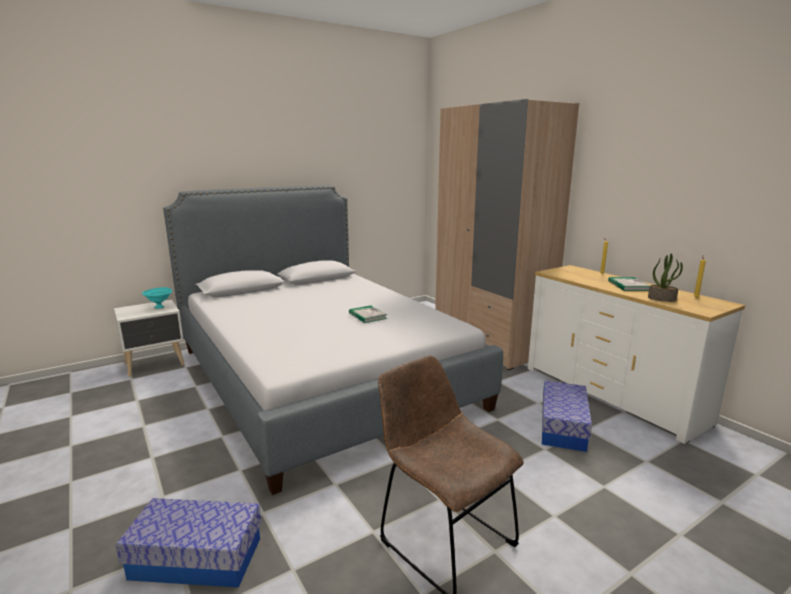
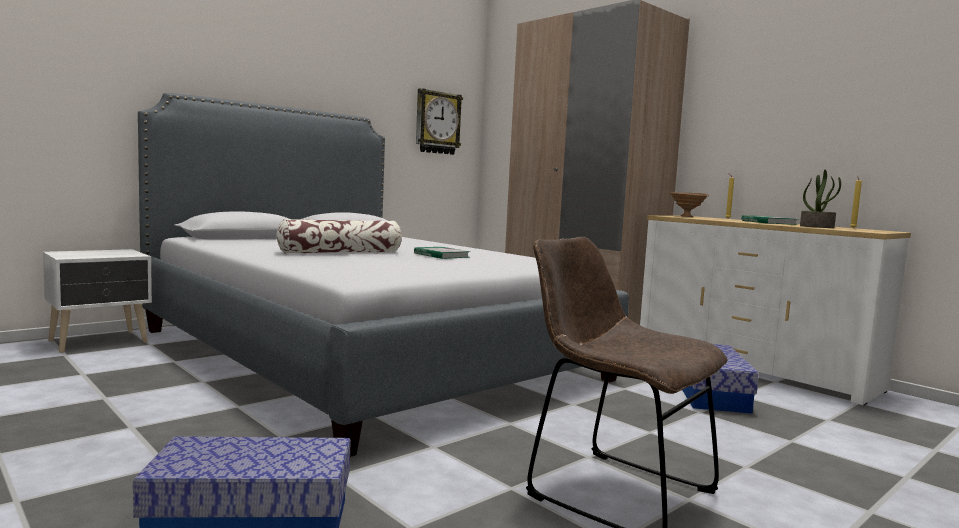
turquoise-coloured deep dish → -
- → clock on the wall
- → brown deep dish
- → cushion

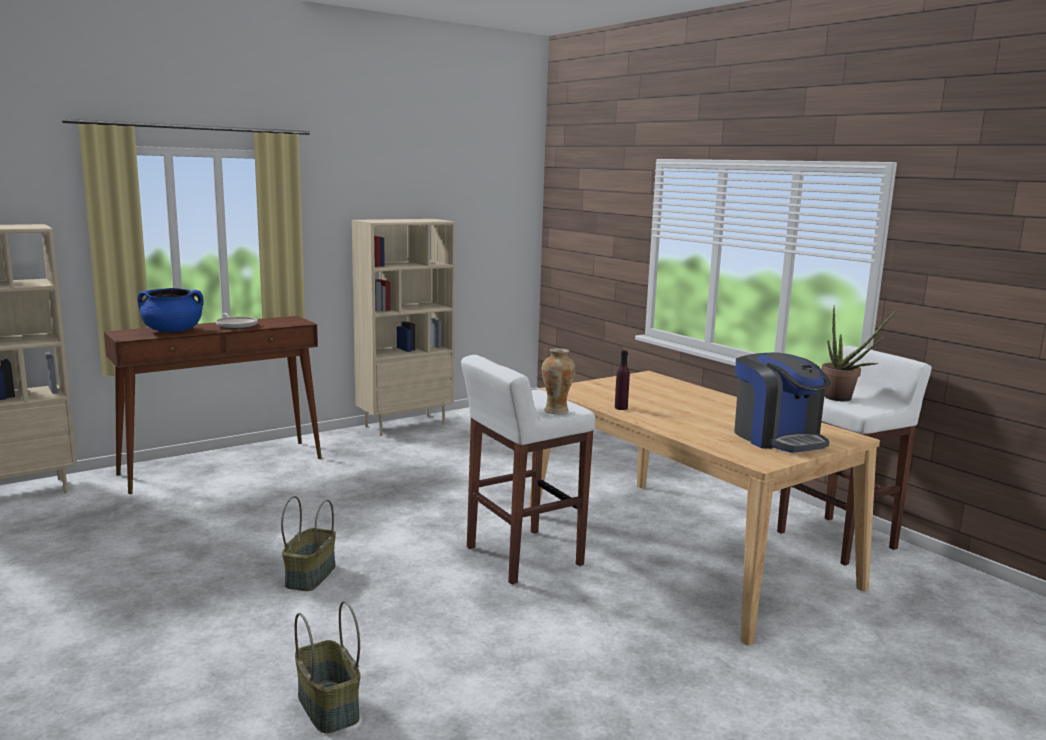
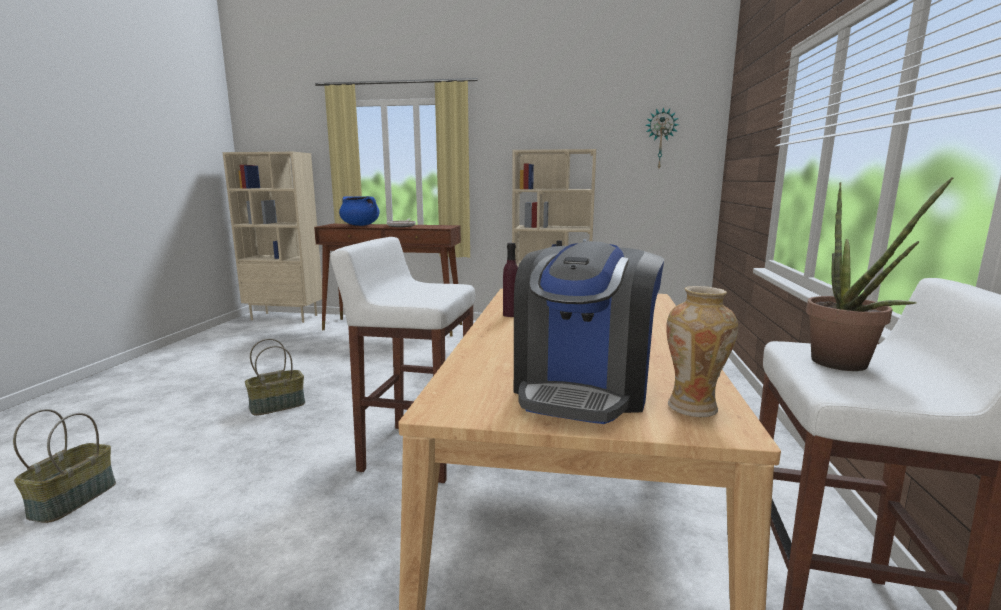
decorative vase, move
- → clock on the wall

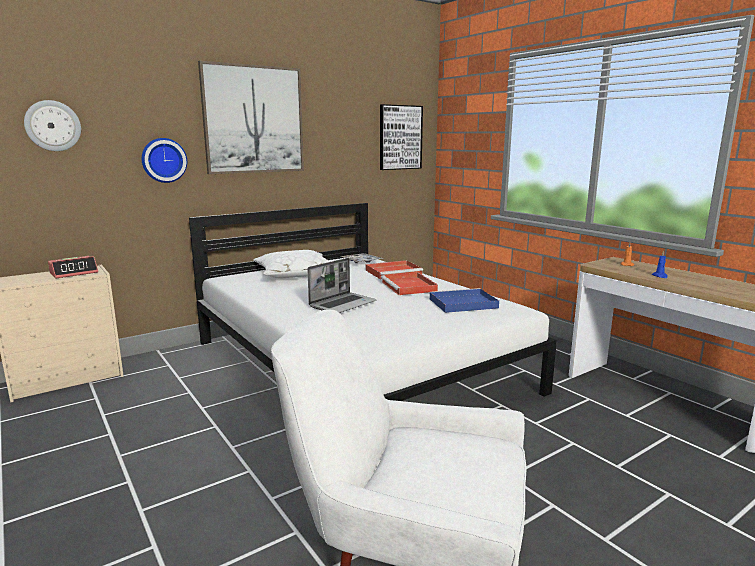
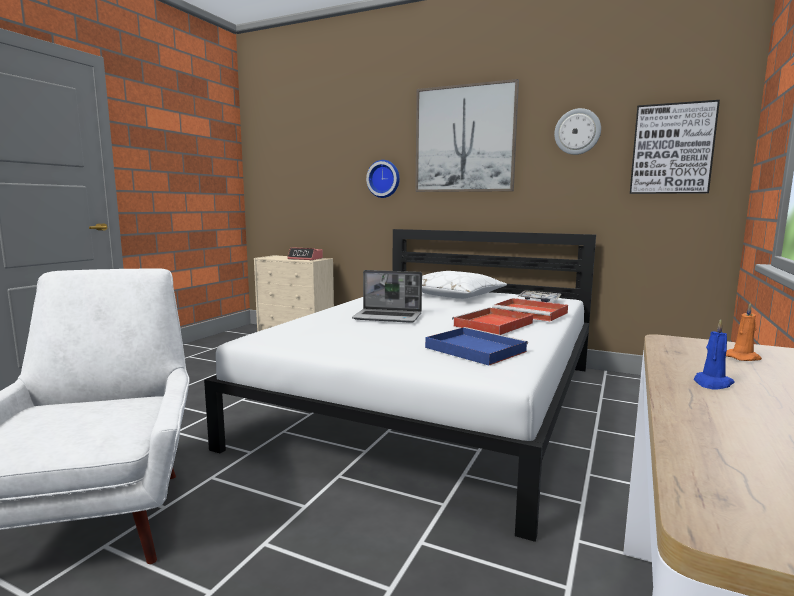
clock on the wall (1st from left in the first image) → clock on the wall (2nd from left), move

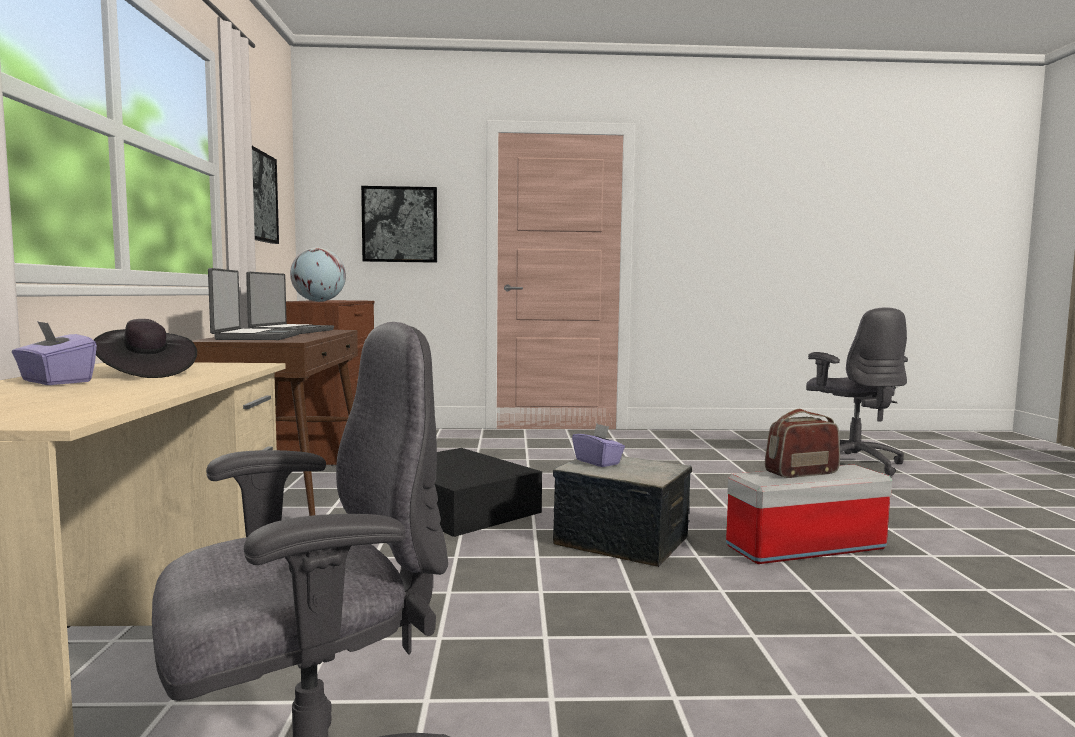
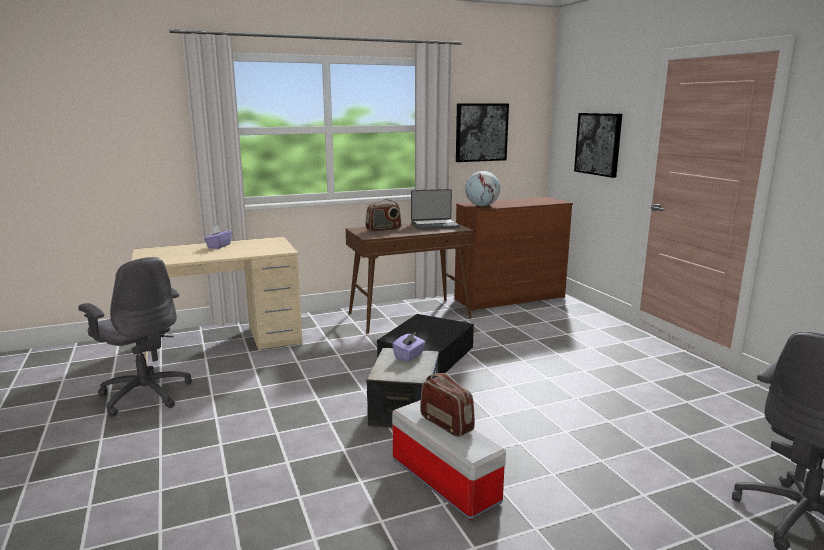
laptop (1st from left) → radio set (1st from left)
black-coloured clothing hat → -

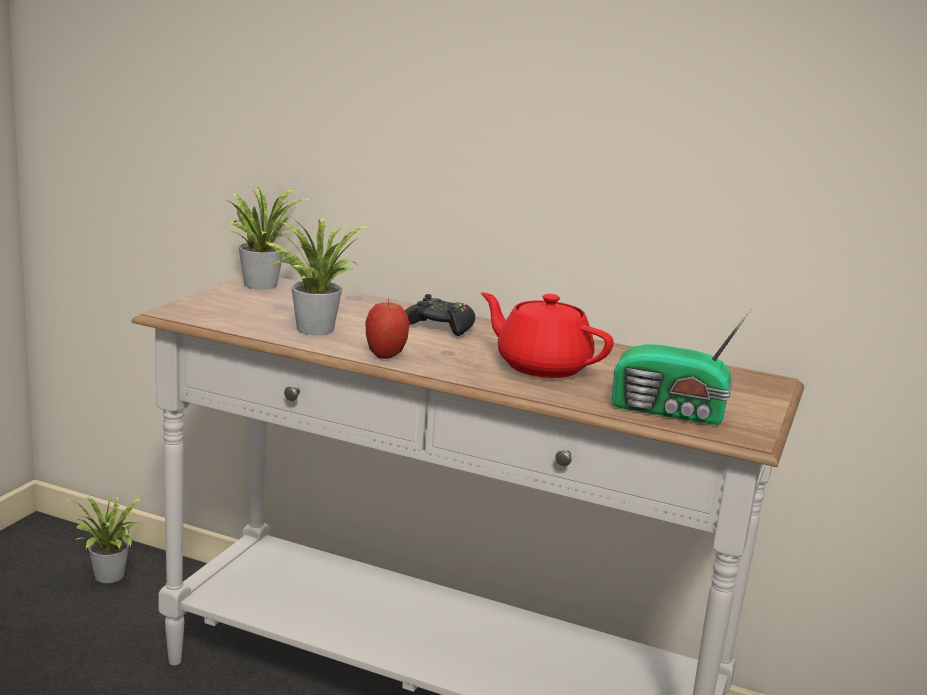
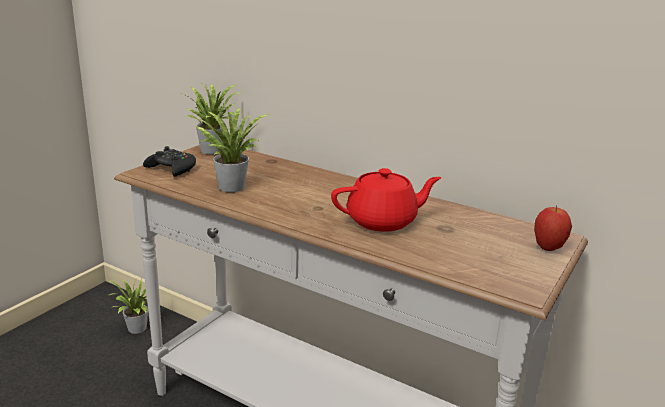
reddish tea pot, 120 degrees clockwise
black-coloured game controller, move
whole apple, move
radio set → -

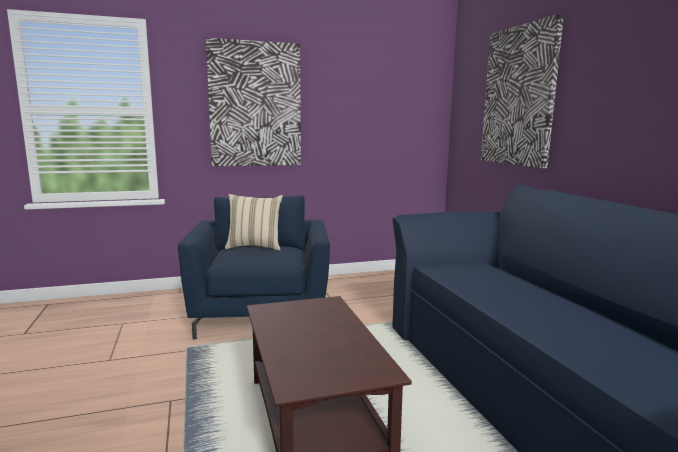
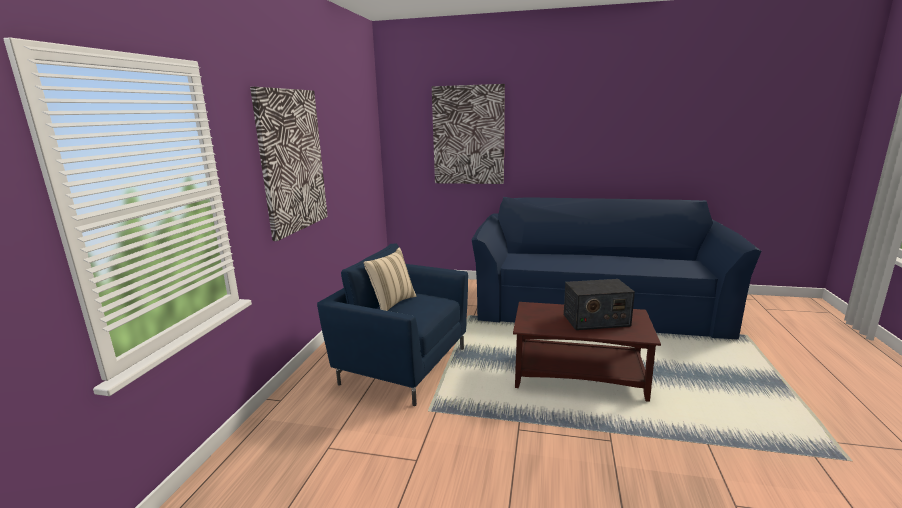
- → radio set

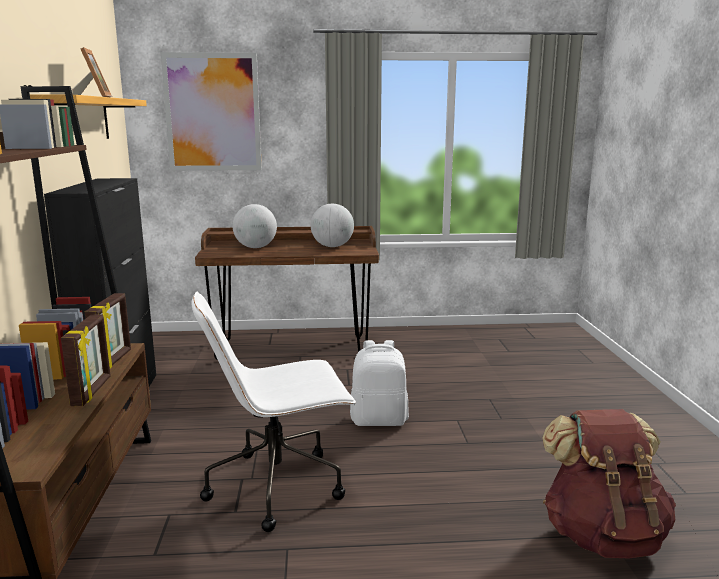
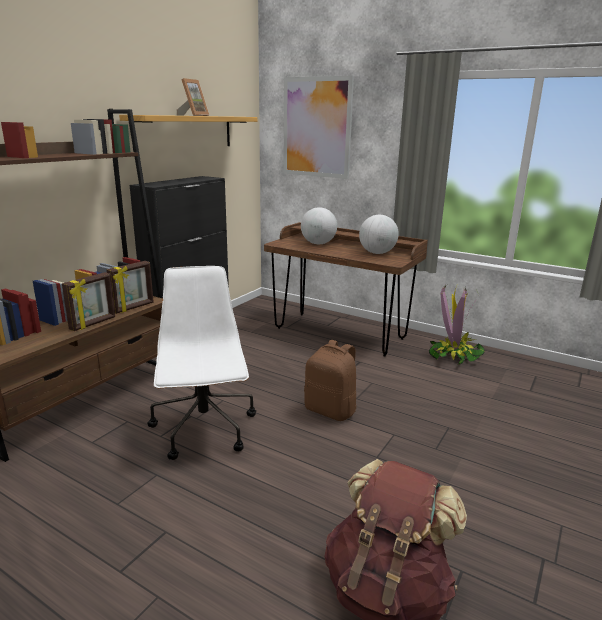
white desk chair, 60 degrees clockwise
white backpack → brown backpack (1st from left)
- → potted plant

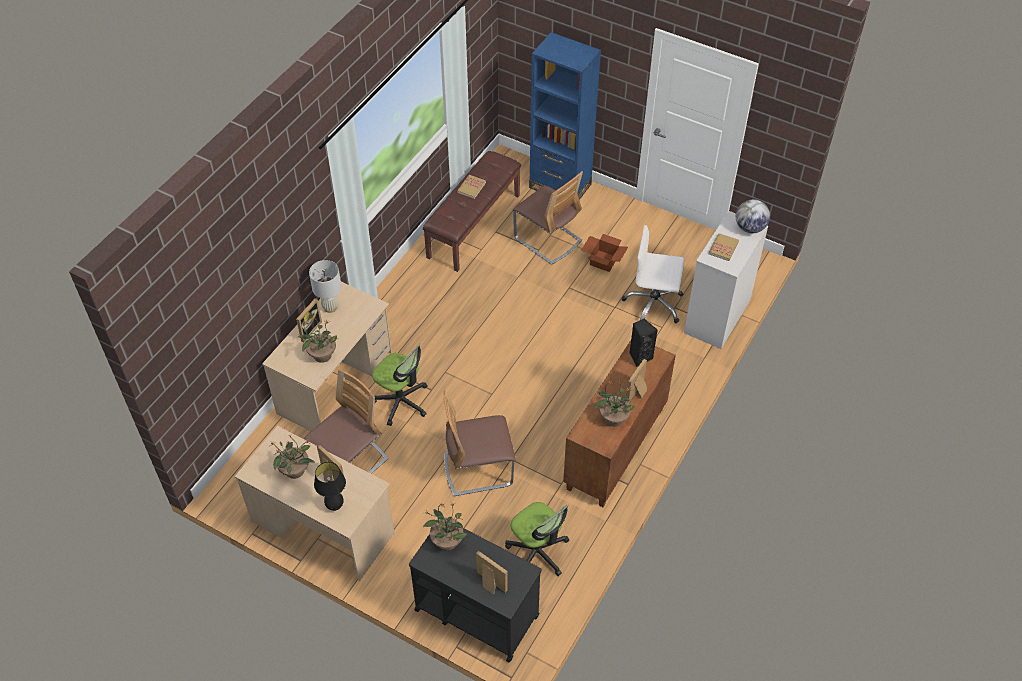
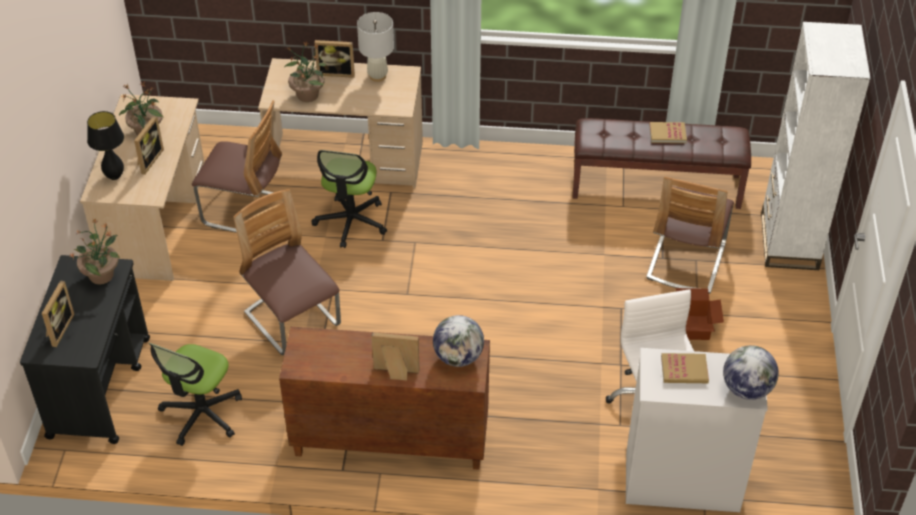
blue bookshelf → white bookshelf
black-coloured audio speaker → globe (1st from left)
potted plant (4th from left) → -

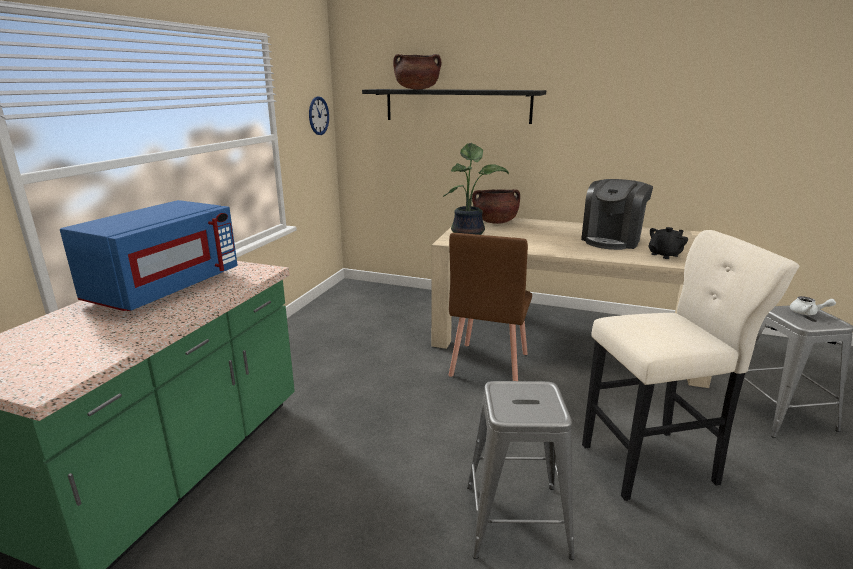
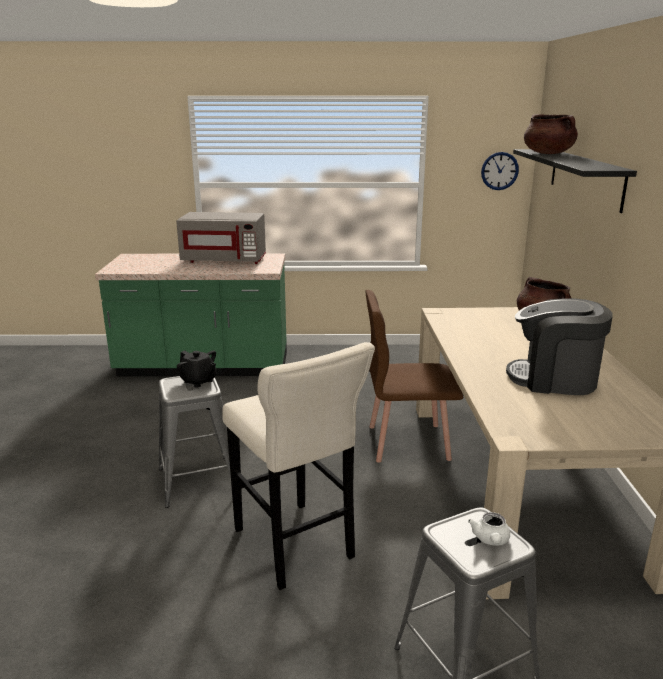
potted plant → -
blue kitchen microwave → greyish kitchen microwave
black-coloured tea pot, move

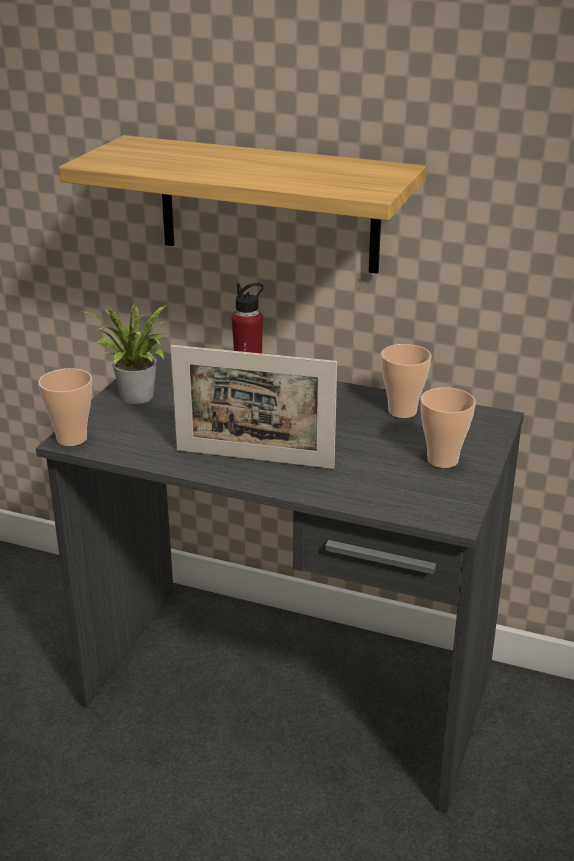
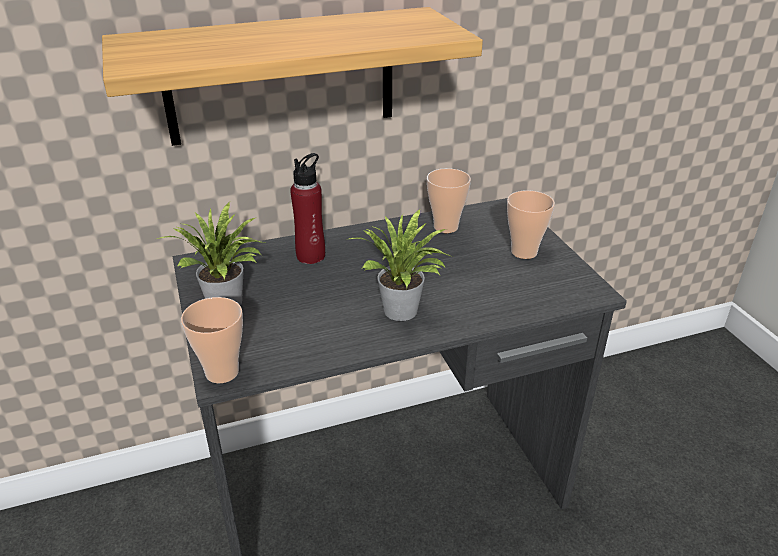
standing frame → potted plant (2nd from left)

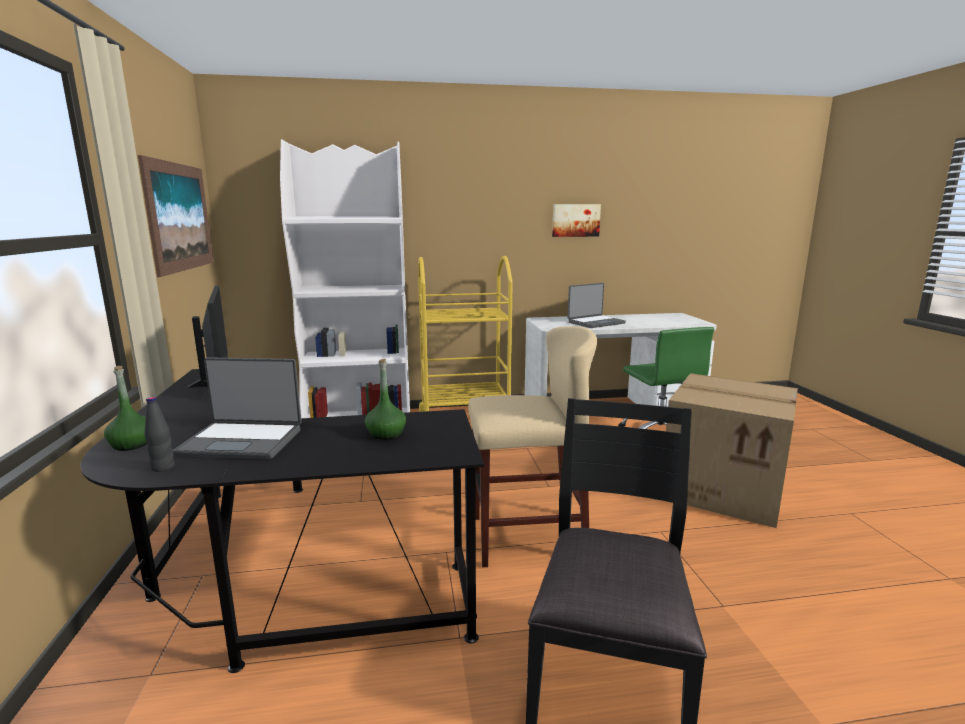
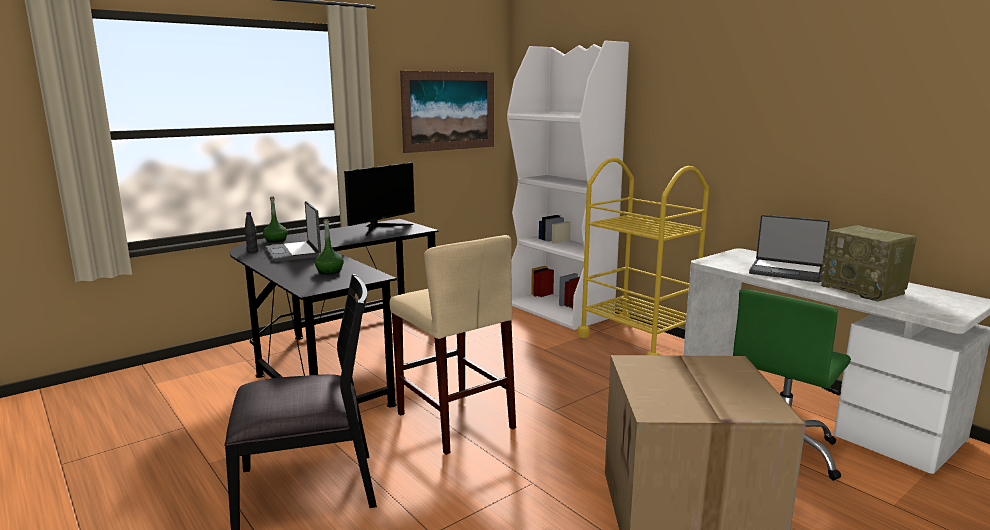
picture (2nd from left) → -
- → radio set

